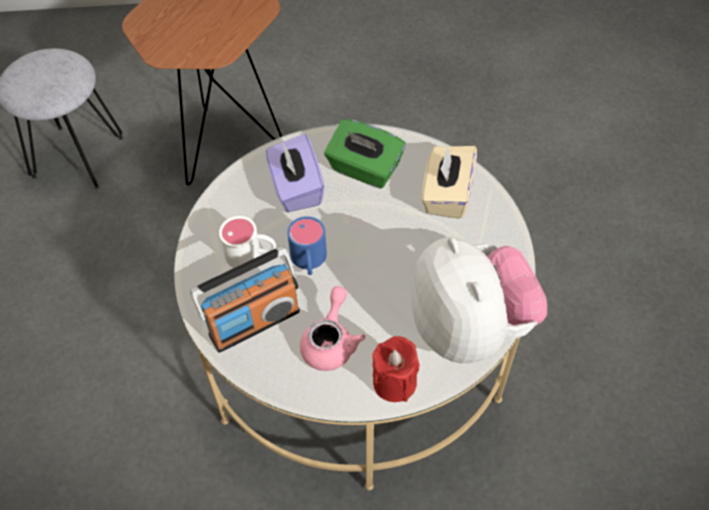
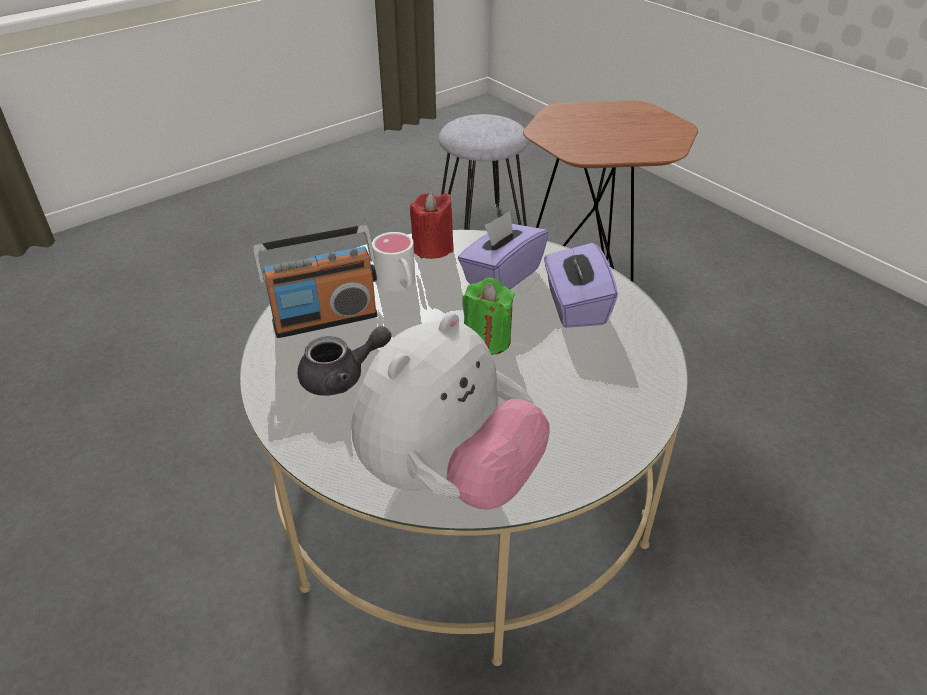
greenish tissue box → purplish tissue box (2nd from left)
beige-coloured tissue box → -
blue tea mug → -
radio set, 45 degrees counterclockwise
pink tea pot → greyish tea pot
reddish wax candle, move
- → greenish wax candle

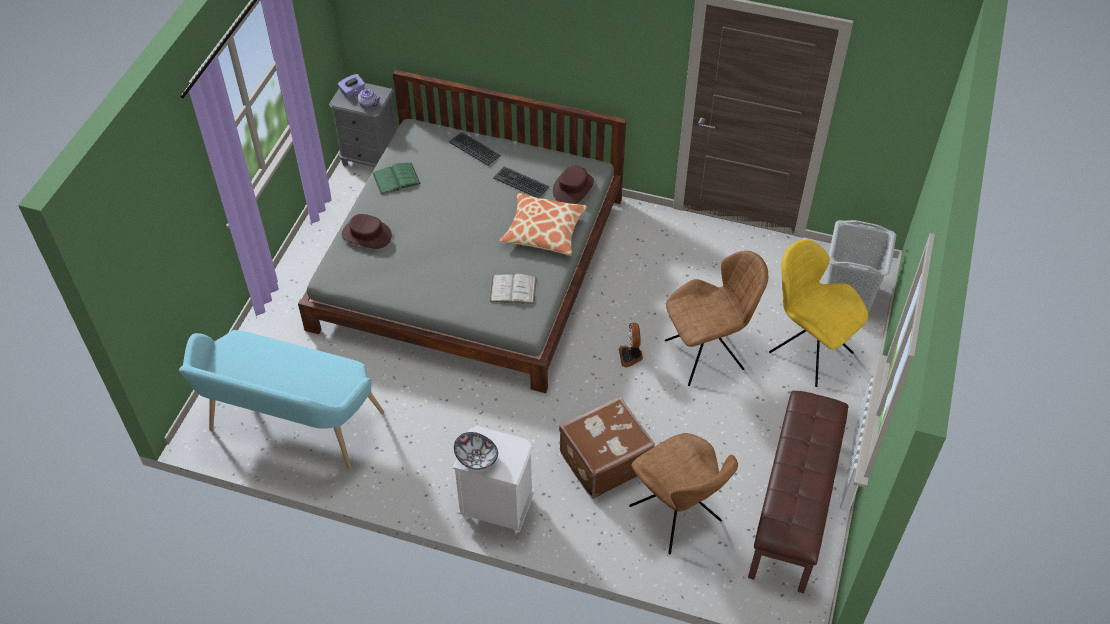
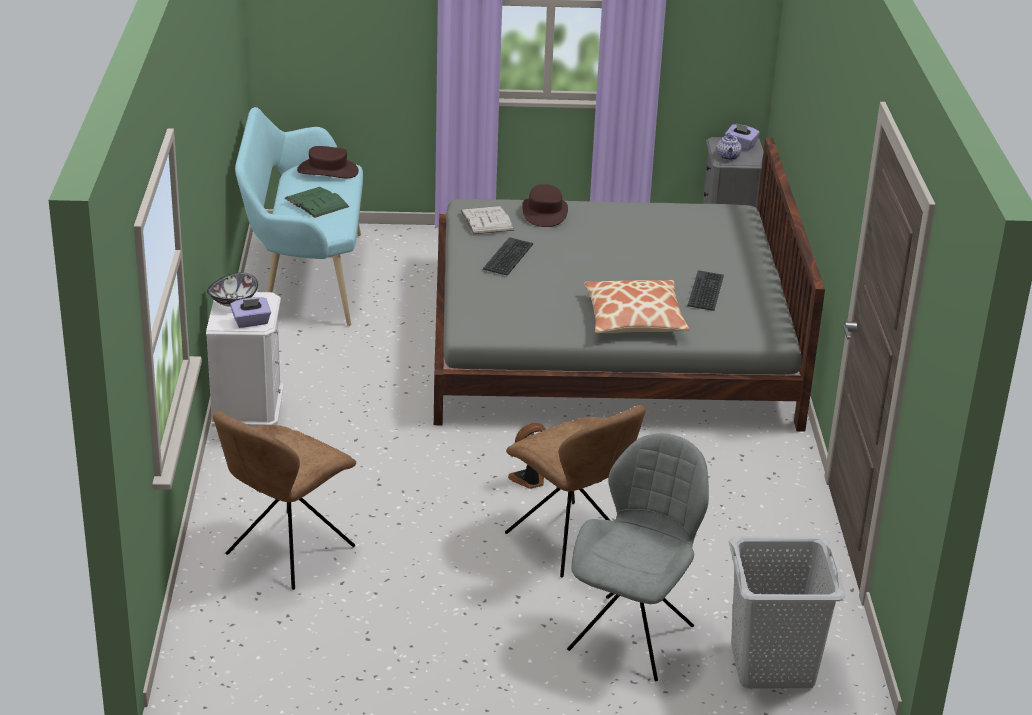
computer keyboard (1st from left), move
greenish bound book, move
brown clothing hat (2nd from left in the first image) → brown clothing hat (1st from left), move
yellowish plain chair → greyish plain chair
white bound book, move
brown indoor bench → -
brown piece of luggage → -
- → purplish tissue box (1st from left)

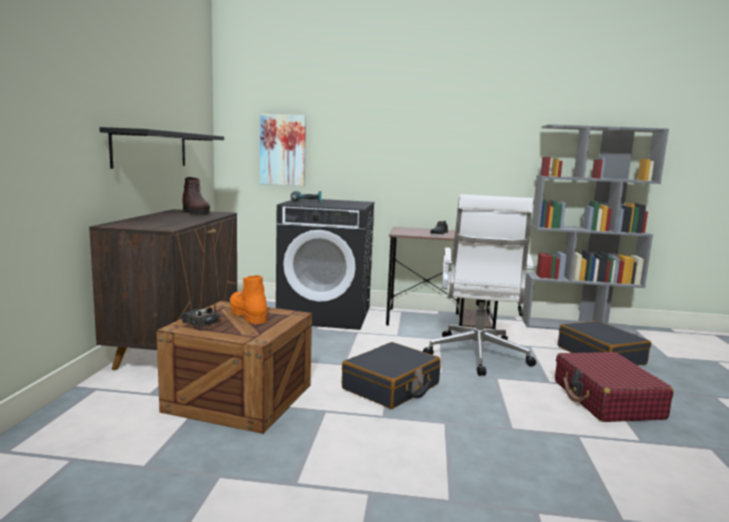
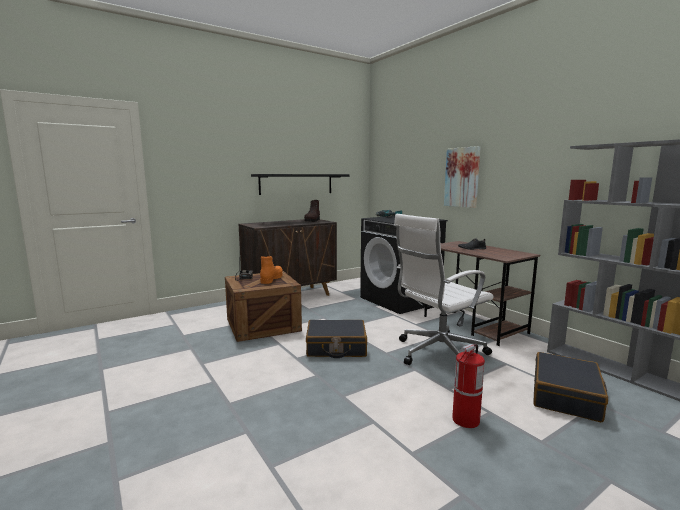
picture, move
reddish piece of luggage → extinguisher

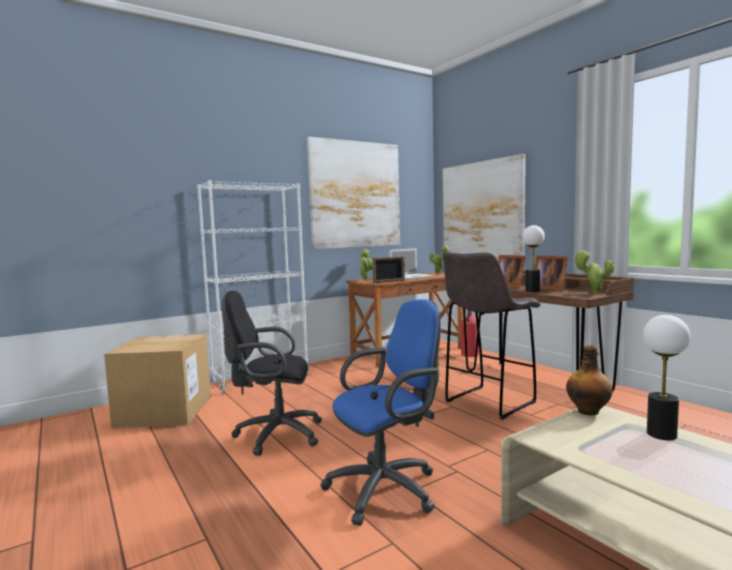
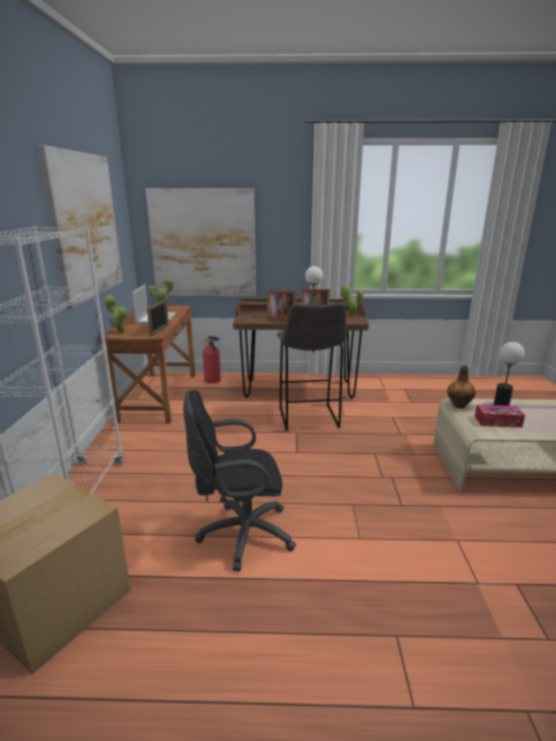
black-coloured desk chair, 45 degrees clockwise
blue desk chair → -
- → tissue box

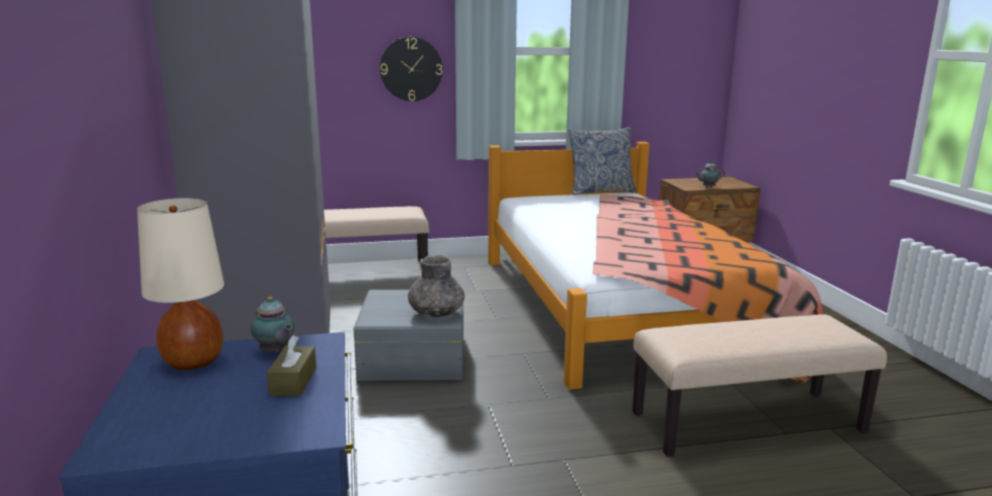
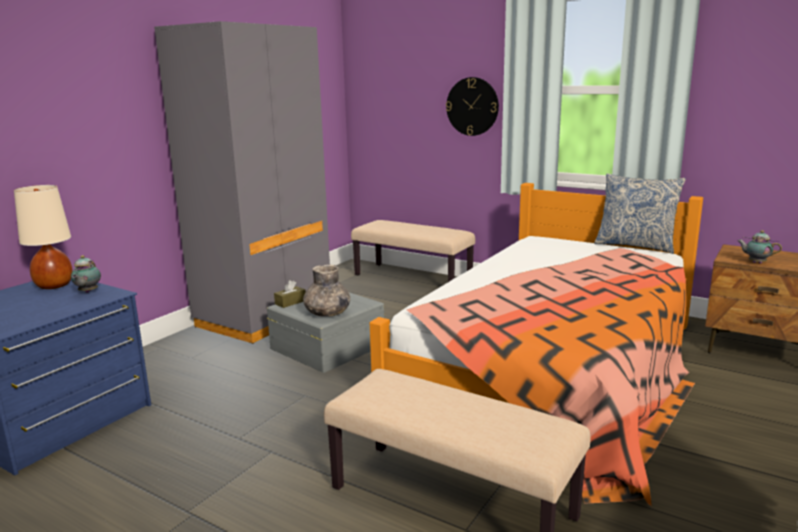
brown tissue box, move

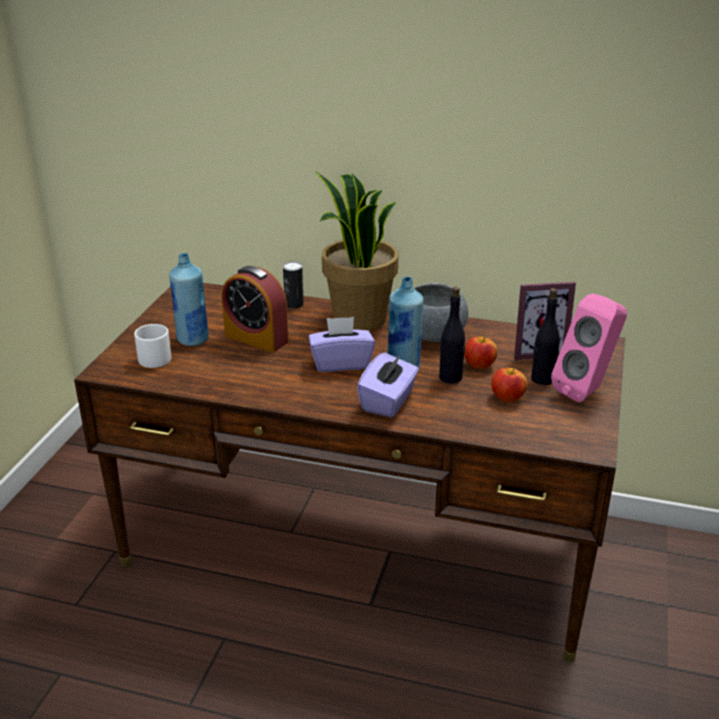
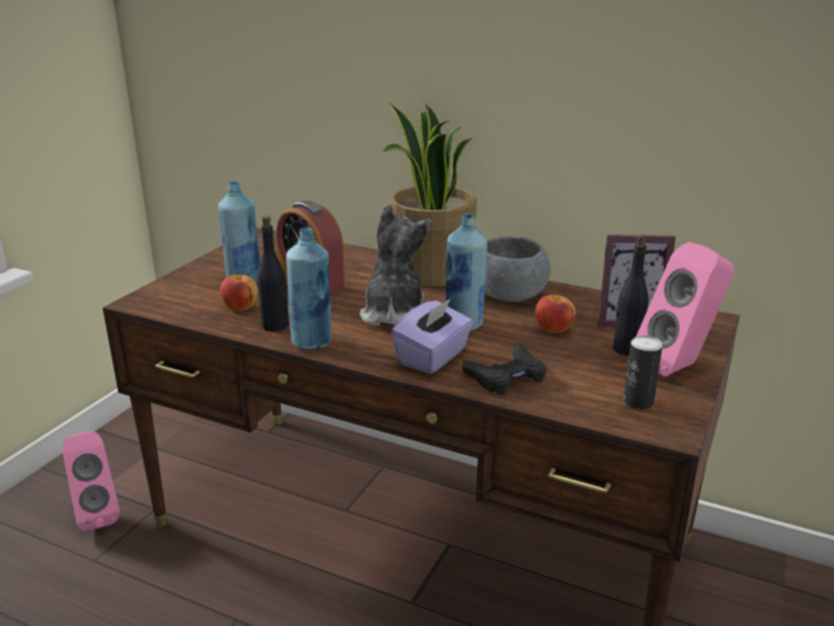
can, move
black-coloured bottle (1st from left), move
purplish tissue box (1st from left) → soft toy
white tea mug → -
whole apple (2nd from left in the first image) → whole apple (1st from left), move
- → blue bottle (2nd from left)
- → black-coloured game controller
- → pink audio speaker (1st from left)

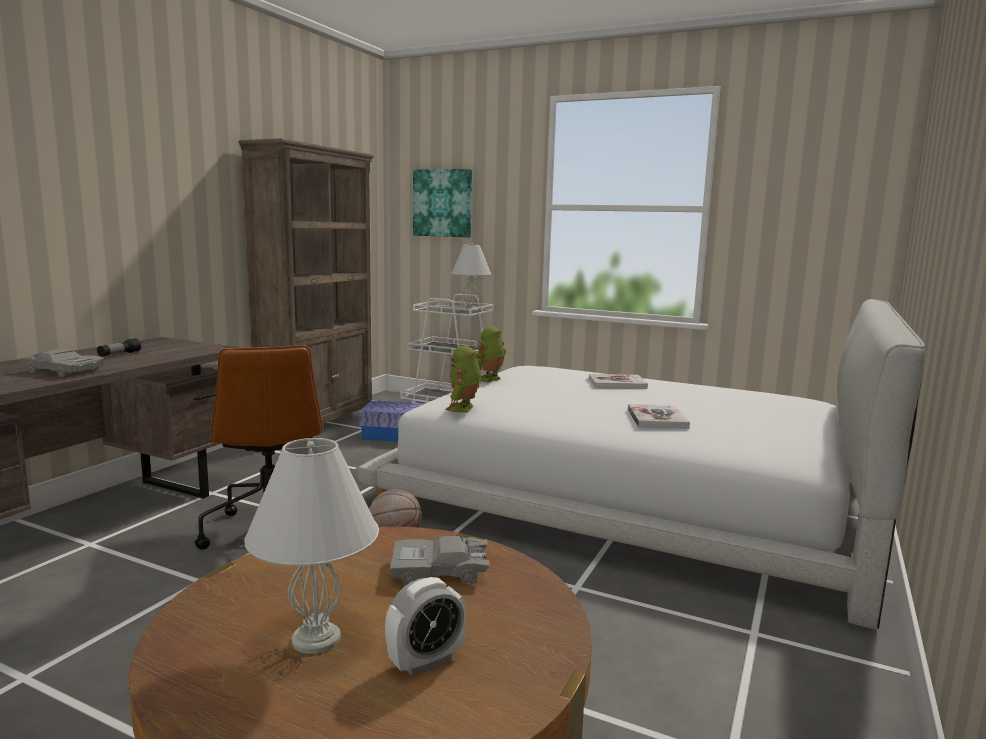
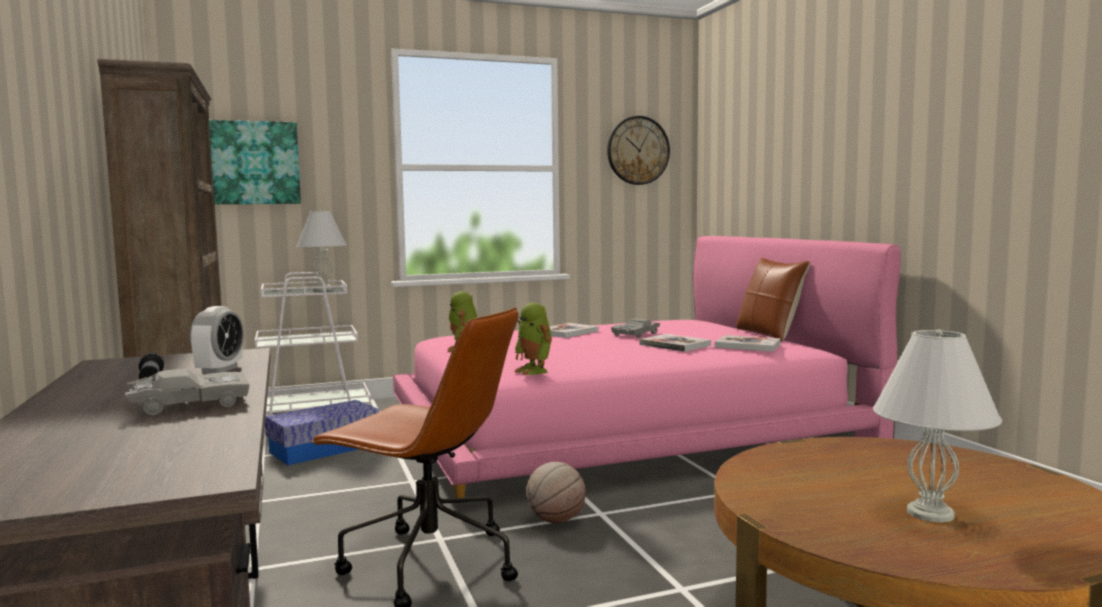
white bedroom bed → pink bedroom bed
greyish miniature car (2nd from left), move
alarm clock, move
- → clock on the wall
- → brown cushion
- → bound book (3rd from left)

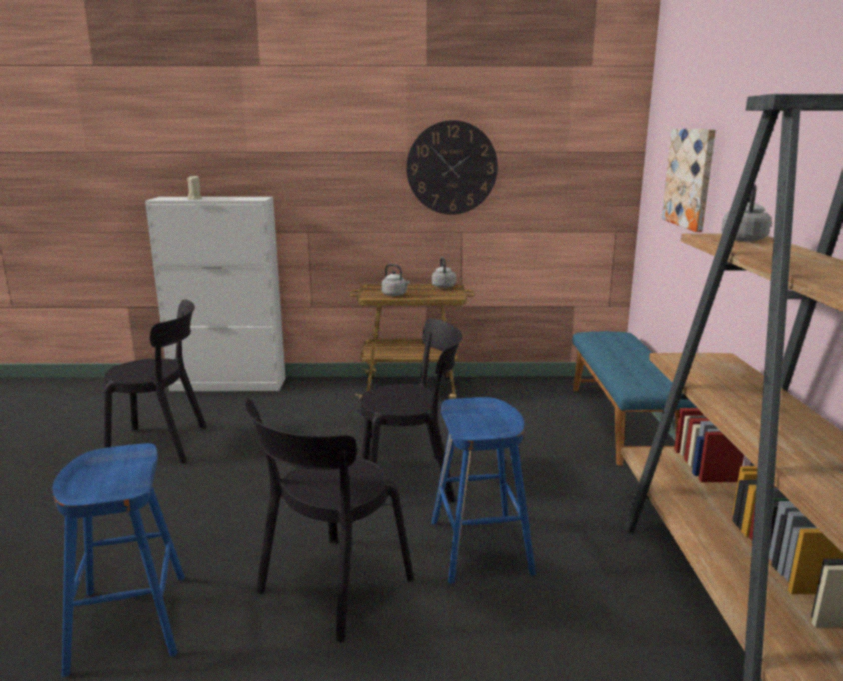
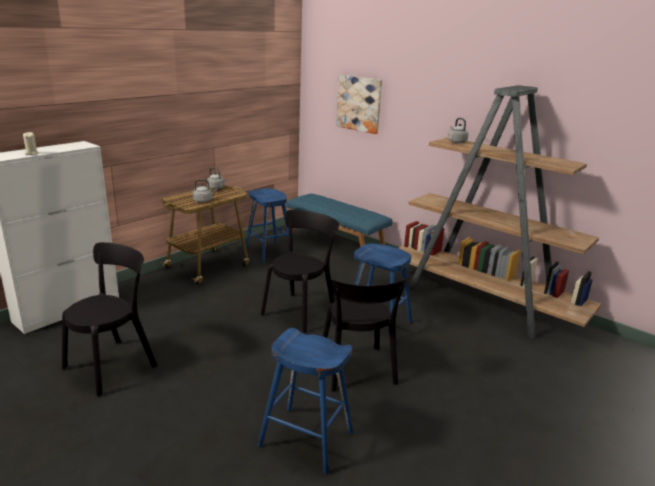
clock on the wall → -
- → blue stool seat (1st from left)

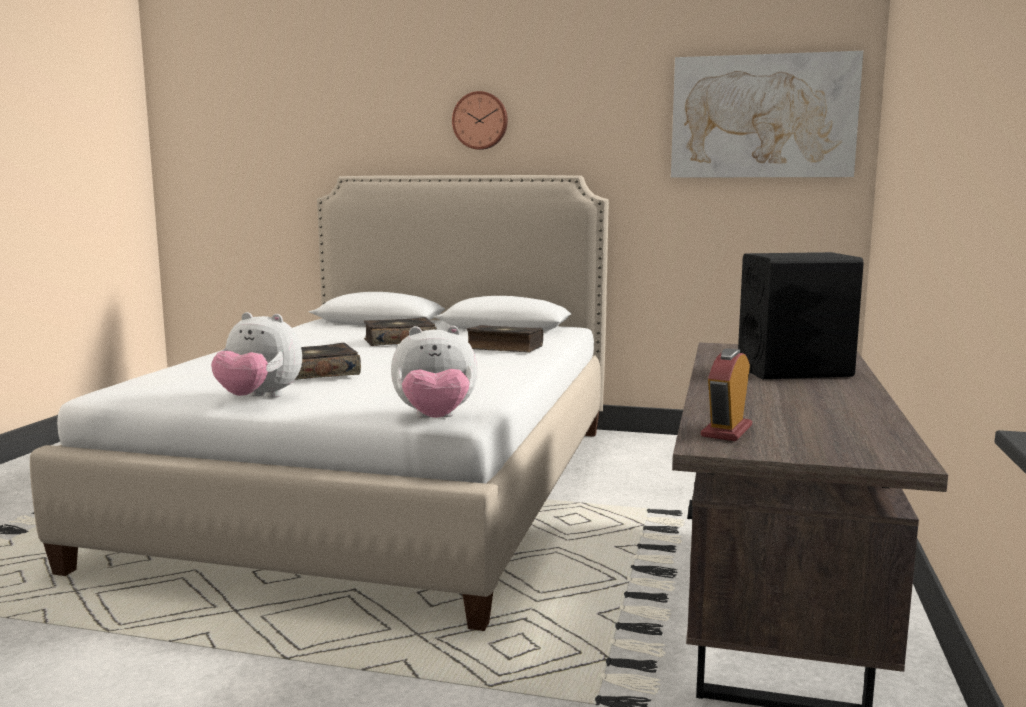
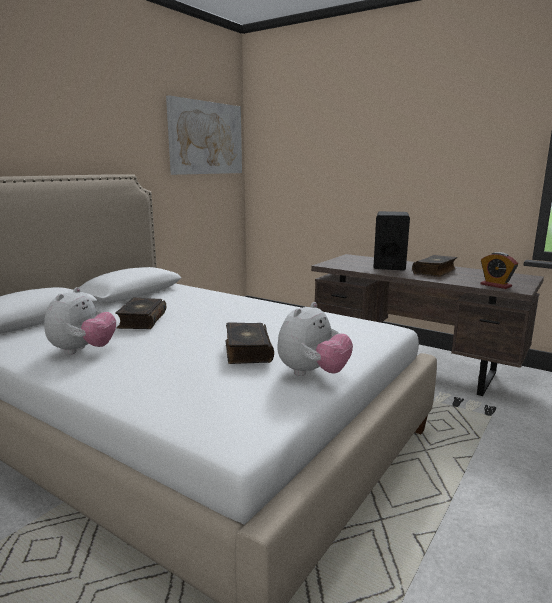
clock on the wall → -
bound book (3rd from left), move
soft toy (2nd from left in the first image) → soft toy (1st from left), move

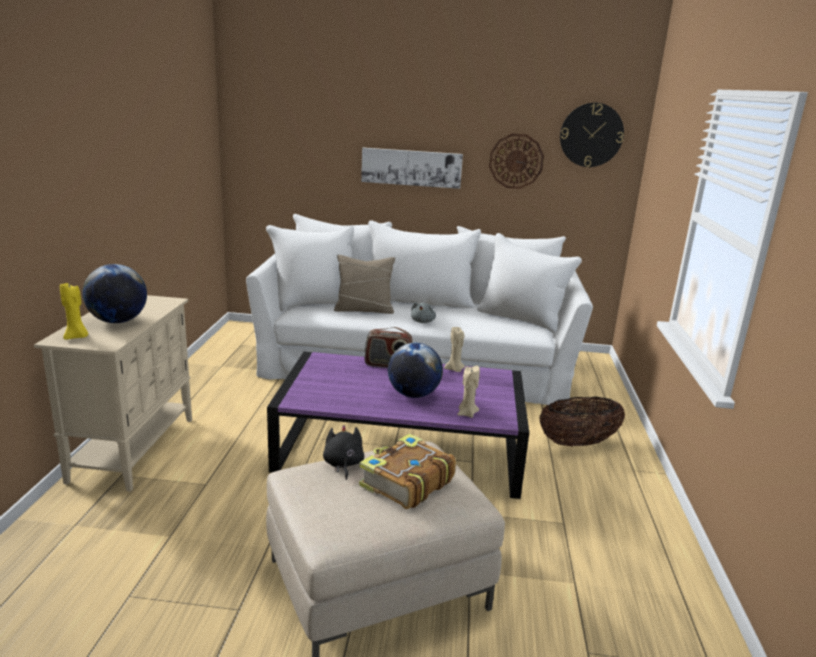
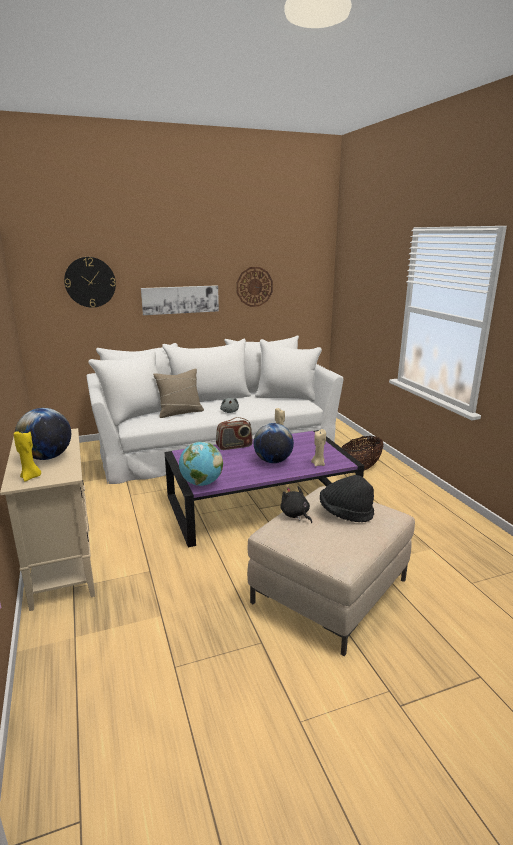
clock on the wall (2nd from left in the first image) → clock on the wall (1st from left), move
bound book → black-coloured clothing hat
- → globe (2nd from left)

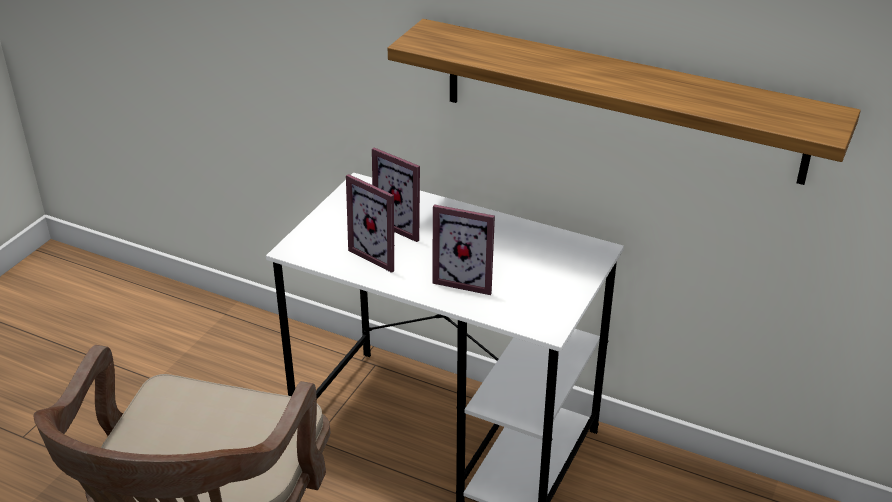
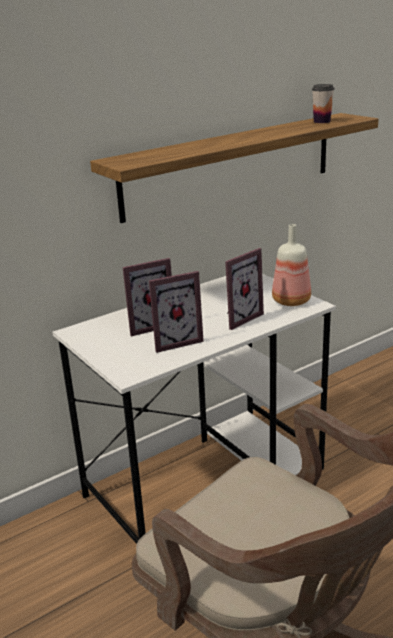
- → small cup
- → bottle

